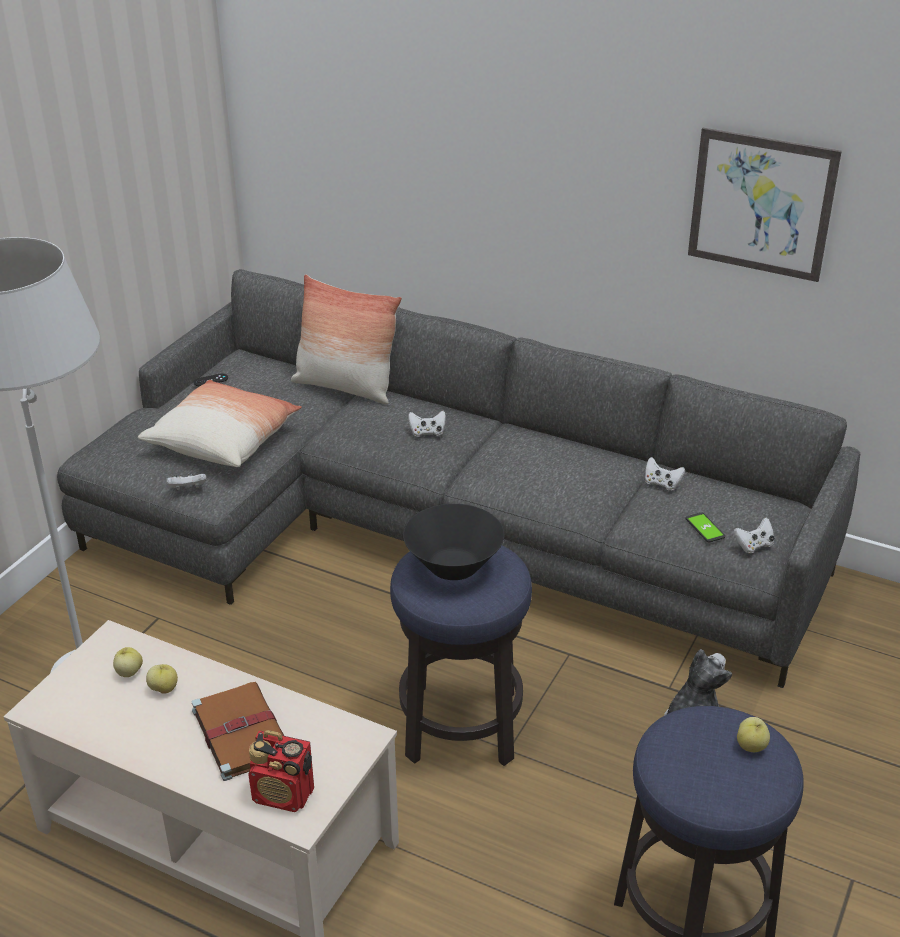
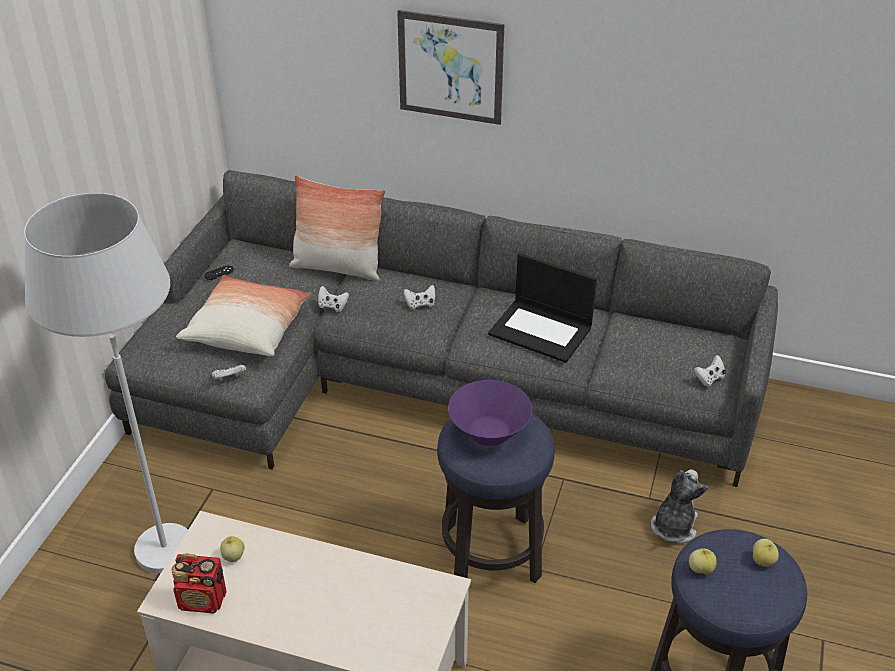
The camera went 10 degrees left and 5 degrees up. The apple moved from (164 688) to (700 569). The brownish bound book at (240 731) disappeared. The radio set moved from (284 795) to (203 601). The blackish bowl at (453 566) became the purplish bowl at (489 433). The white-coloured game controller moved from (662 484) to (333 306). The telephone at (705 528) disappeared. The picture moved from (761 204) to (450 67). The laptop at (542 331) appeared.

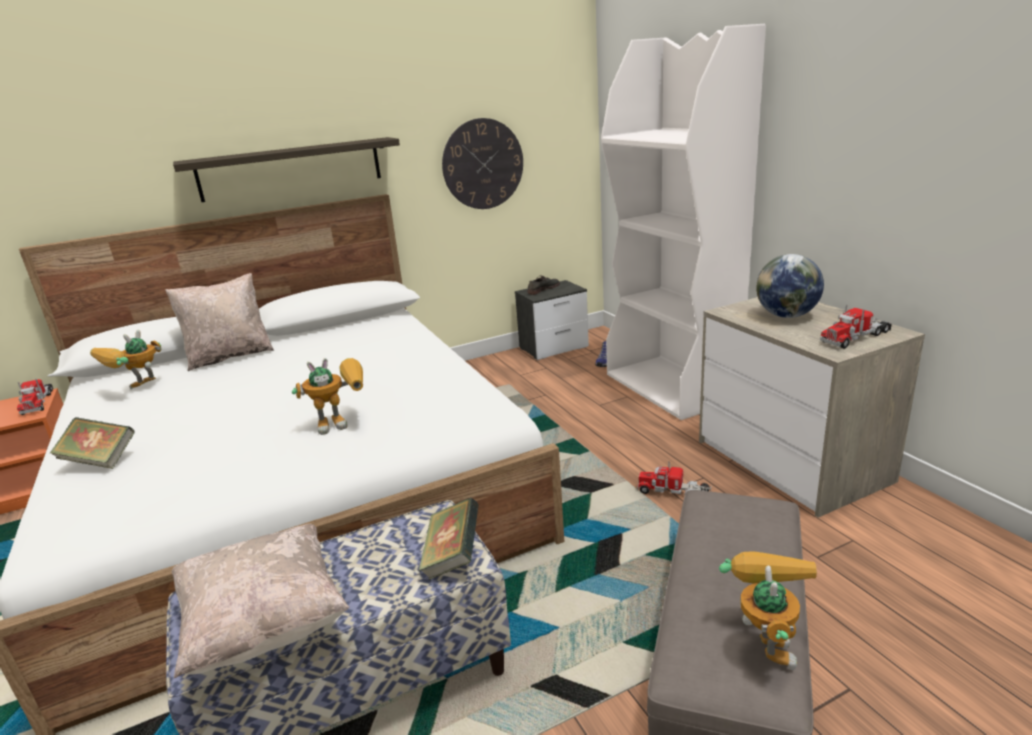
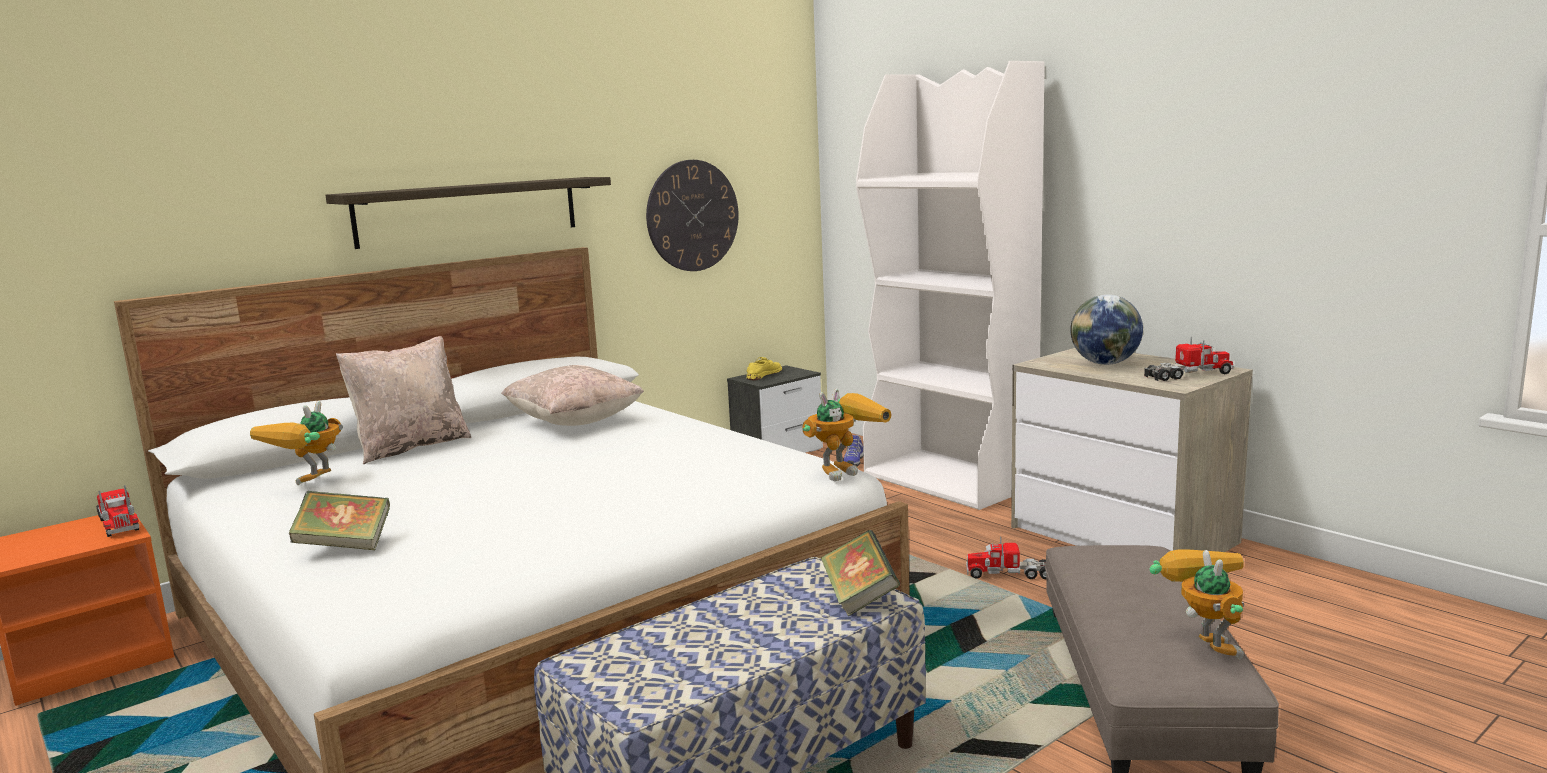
The camera went 15 degrees left and 10 degrees down. The sand-coloured throw pillow moved from (265 624) to (574 422). The model robot moved from (343 422) to (845 470). The gray shoe at (543 289) became the yellow shoe at (764 374). The toy lorry at (855 337) turned 150 degrees counterclockwise.

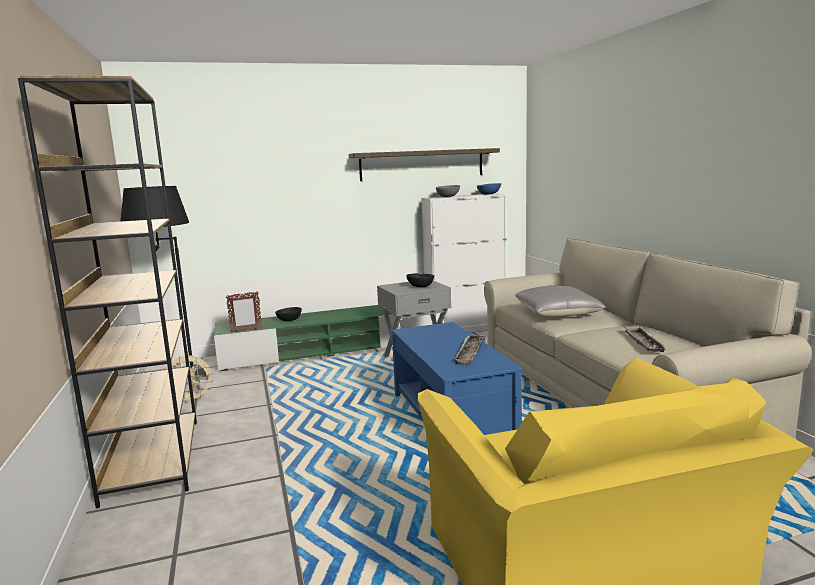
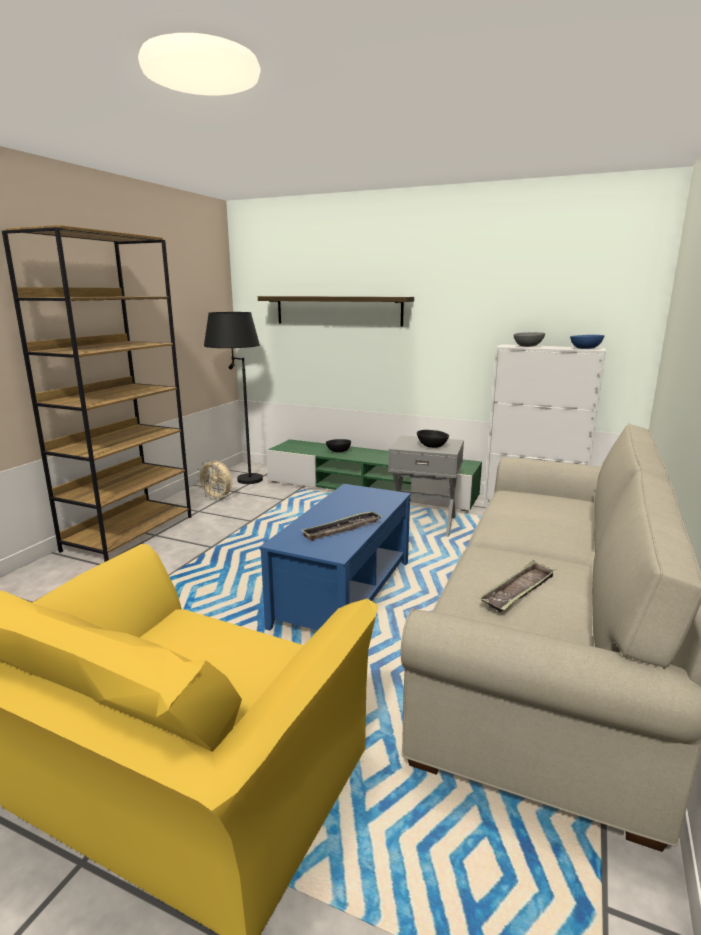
The camera went 40 degrees right and 5 degrees up. The photo frame at (246 330) disappeared. The bracket shelf moved from (422 164) to (338 310). The gray throw pillow at (557 312) disappeared.

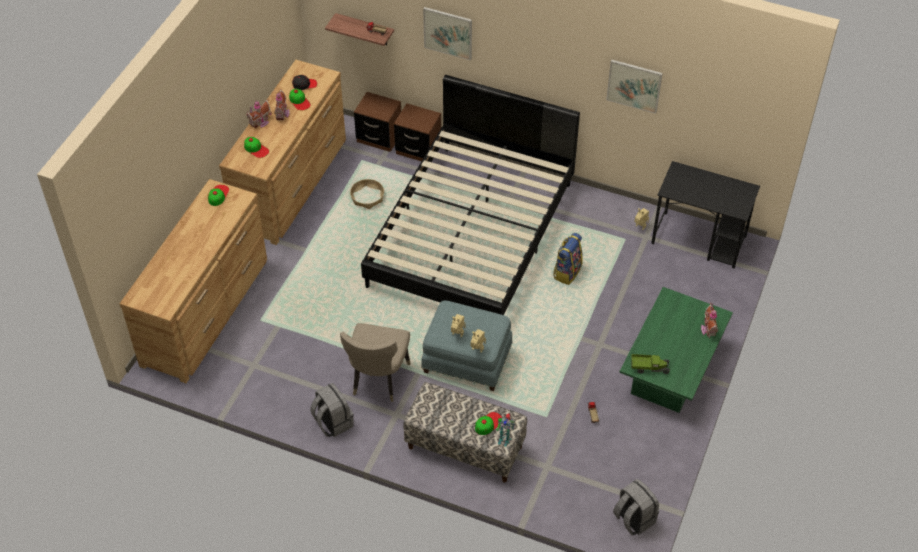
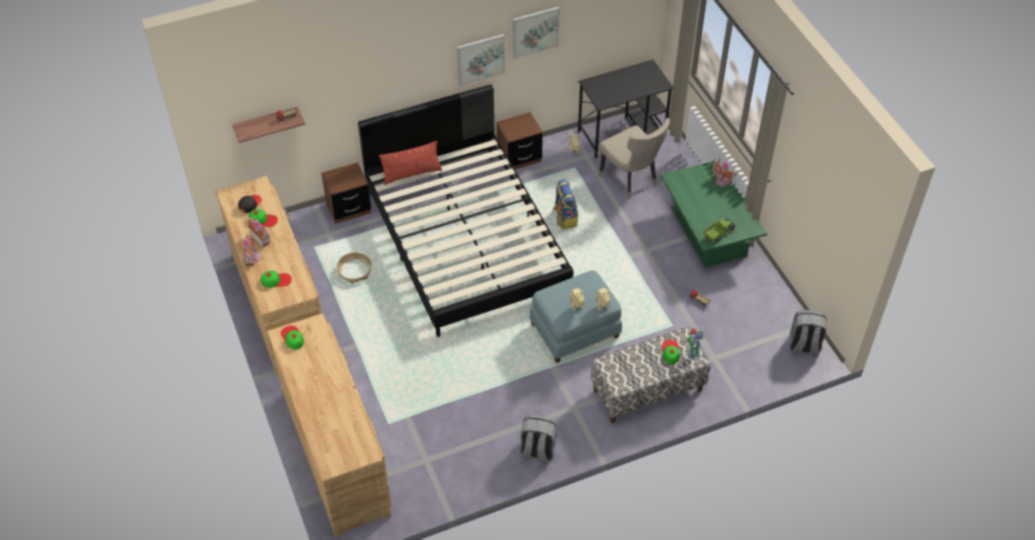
The camera went 45 degrees left and 0 degrees up. The sand-coloured chair moved from (377 380) to (631 179). The brownish night table moved from (379 137) to (519 157). The picture moved from (448 33) to (480 59). The throw pillow at (412 174) appeared.

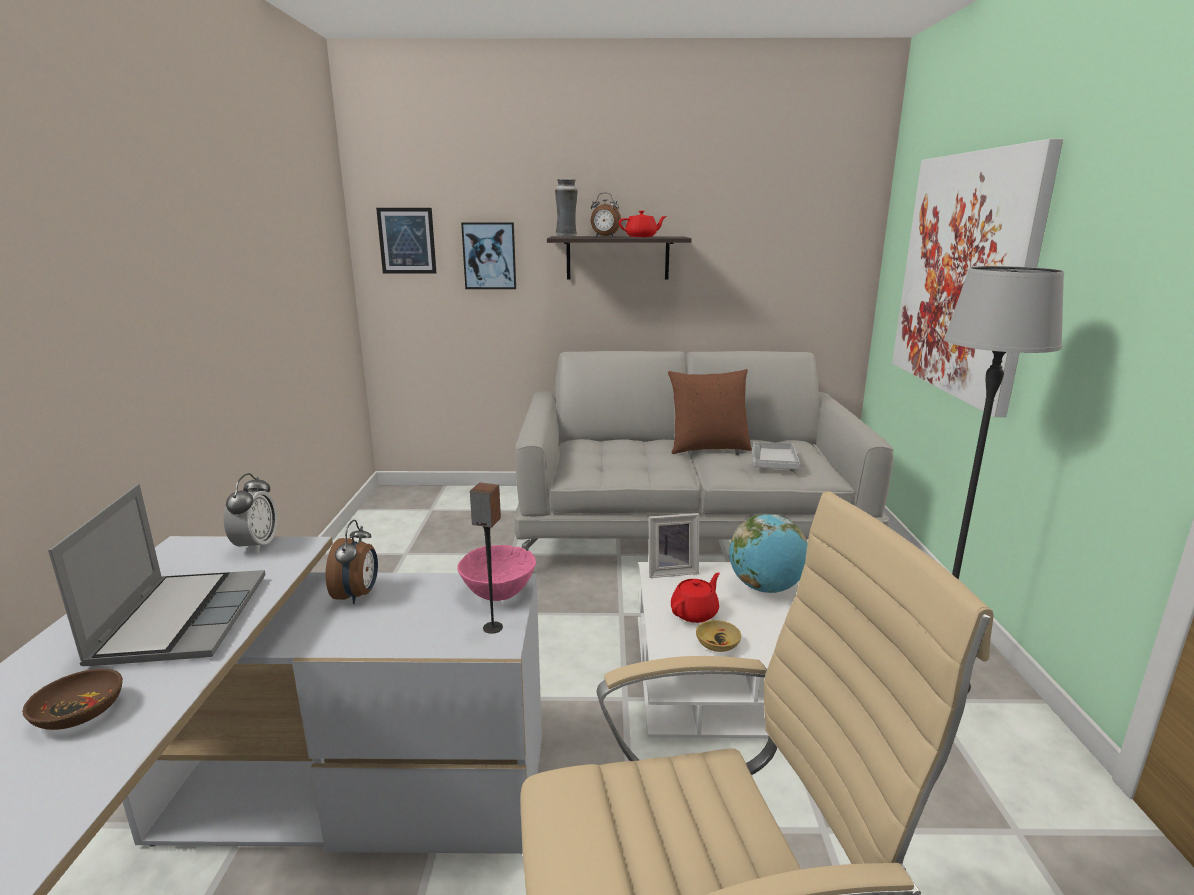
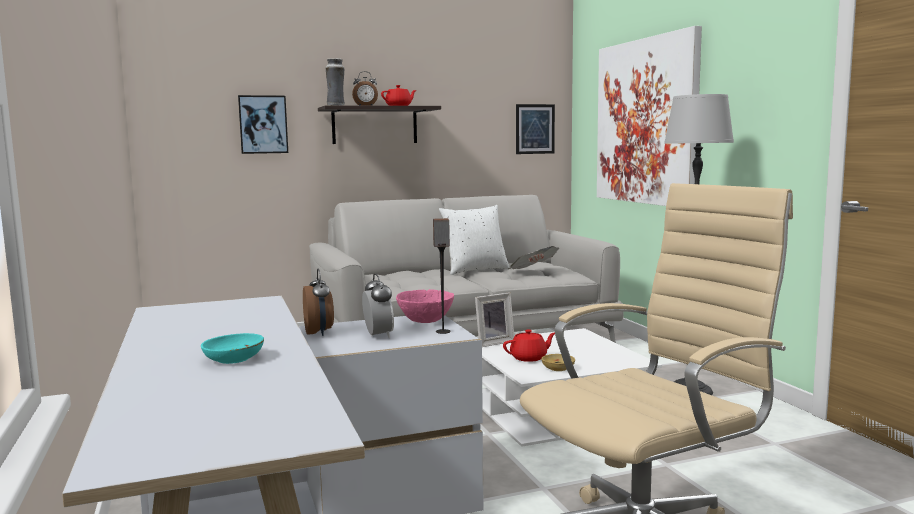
The camera went 20 degrees left and 10 degrees down. The brownish bowl at (79 714) became the turquoise-coloured bowl at (234 359). The laptop at (181 618) disappeared. The table clock moved from (256 546) to (378 335). The picture moved from (407 240) to (535 129). The brownish throw pillow at (708 448) became the white-coloured throw pillow at (475 270). The red teapot at (695 613) turned 45 degrees clockwise. The world globe at (765 588) disappeared. The gray carrying tray at (773 464) was replaced by the printed paper at (533 272).

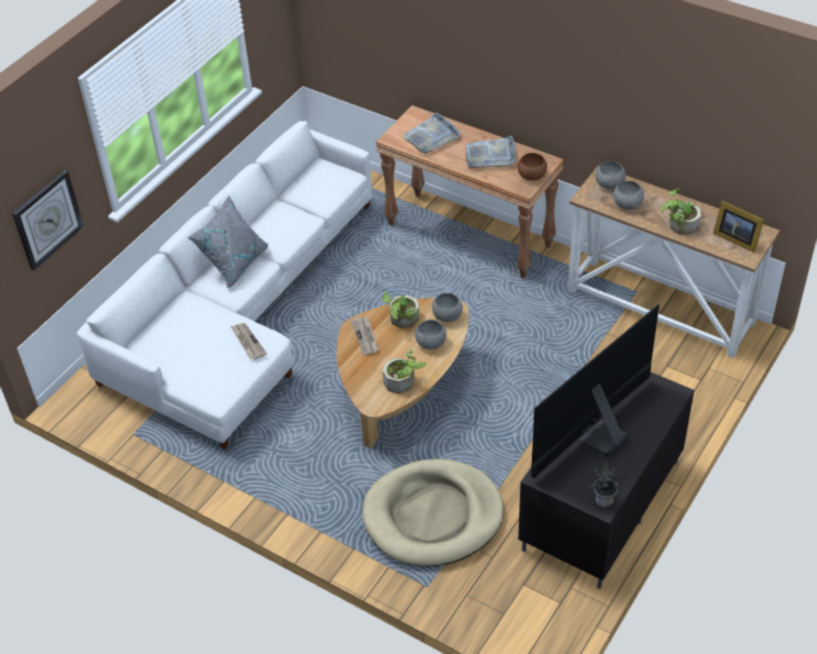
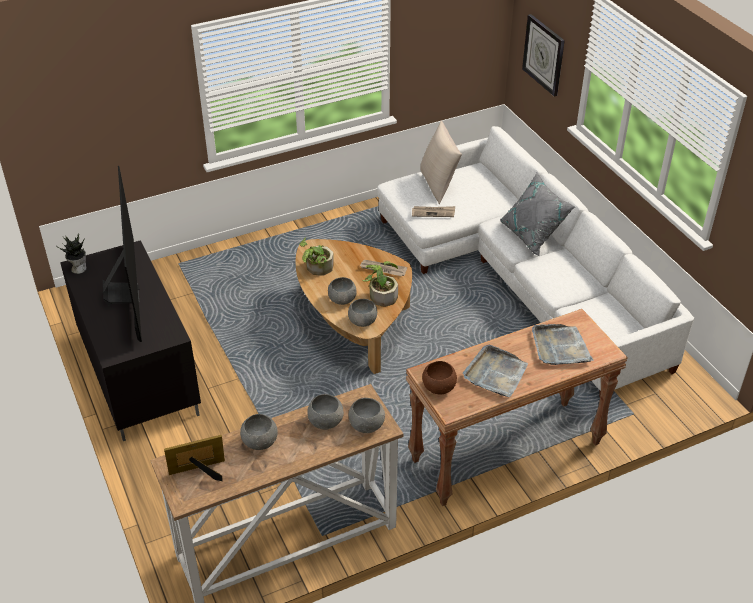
The camera went 120 degrees right and 5 degrees down. The sand-coloured pet bed at (433 516) disappeared. The plant in a pot at (679 225) was replaced by the gray bowl at (260 441). The sand-coloured throw pillow at (438 185) appeared.

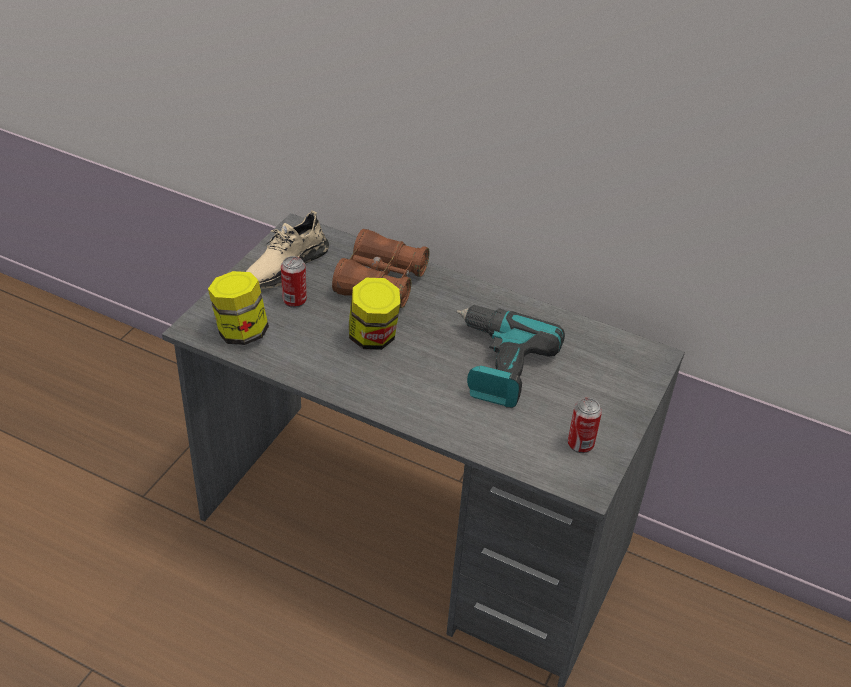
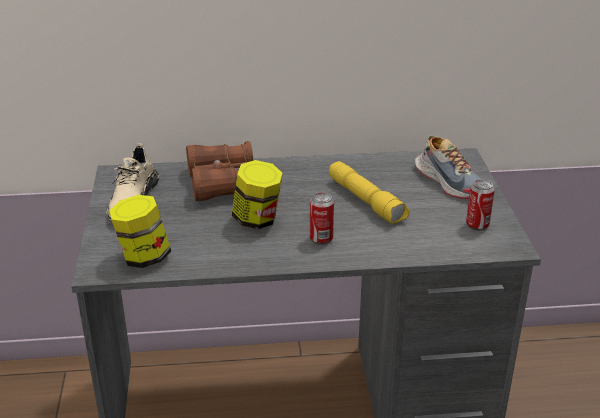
The camera went 30 degrees left and 10 degrees down. The metal can moved from (294 301) to (321 238). The power drill at (497 365) was replaced by the yellow hand torch at (367 201). The shoe at (450 182) appeared.

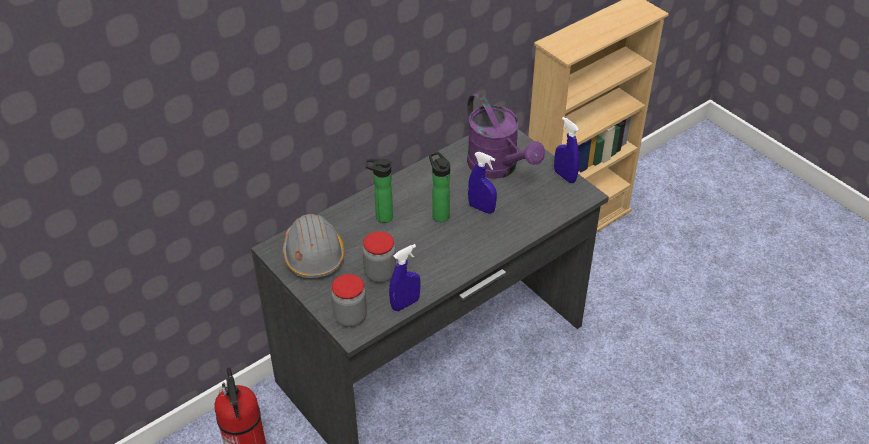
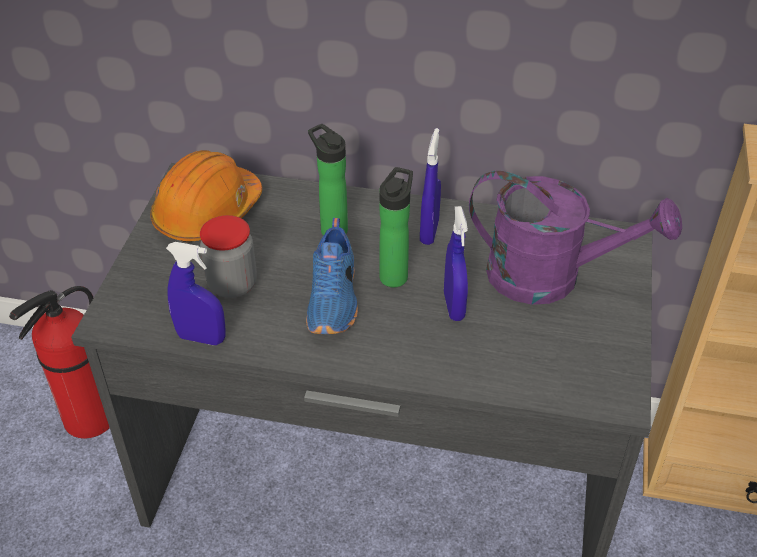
The camera went 50 degrees right and 0 degrees up. The gray work helmet at (313 255) became the orange work helmet at (208 213). The jar at (350 317) disappeared. The purplish watering pot at (498 168) turned 90 degrees counterclockwise. The blue-coloured sprayer moved from (564 176) to (429 232). The blue-coloured shoe at (334 298) appeared.

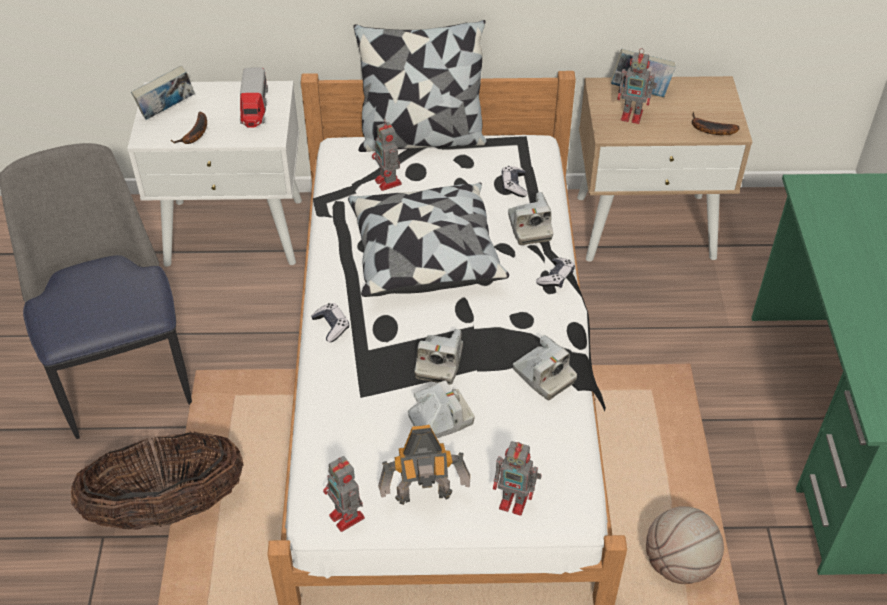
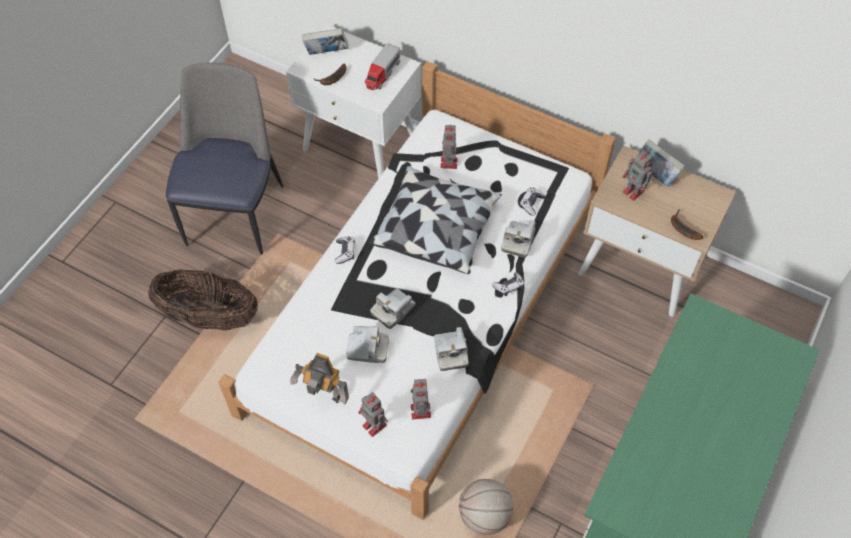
The camera went 30 degrees right and 10 degrees up. The model robot moved from (347 518) to (420 412). The throw pillow at (422 137) disappeared.

